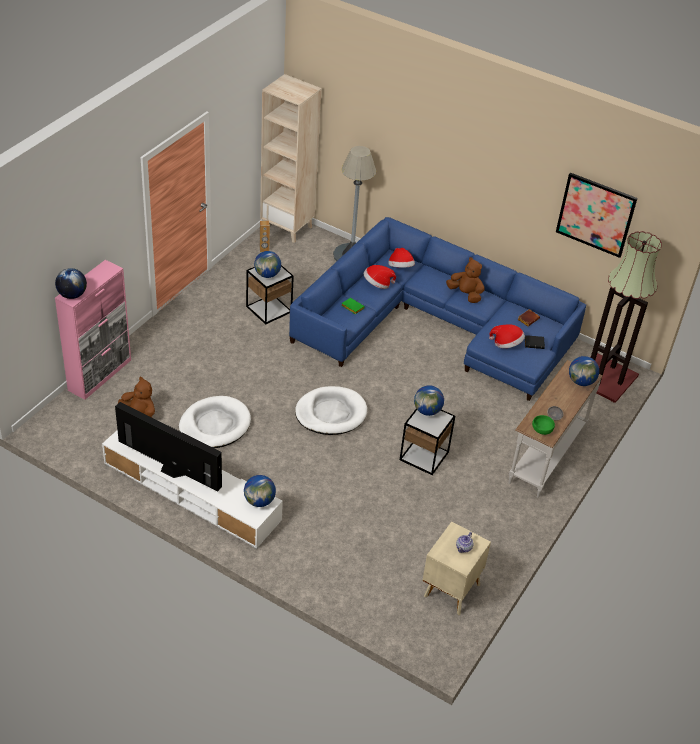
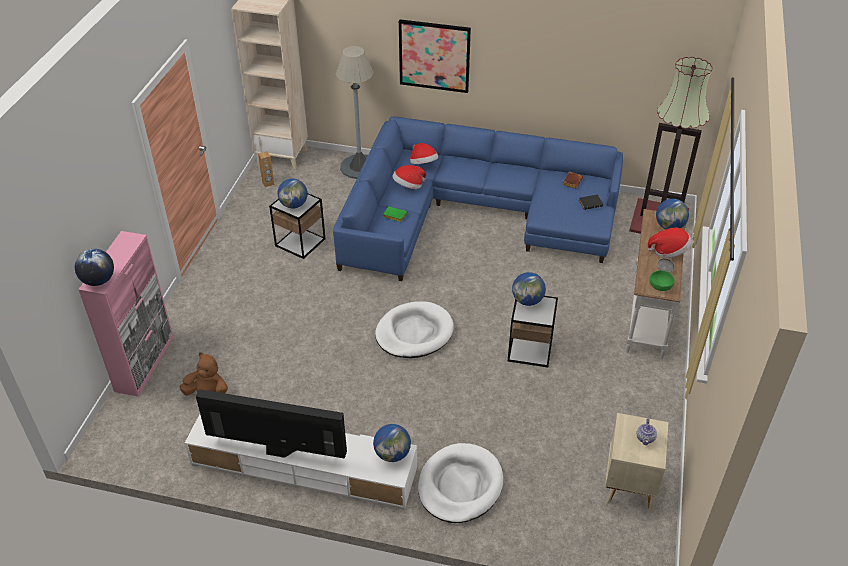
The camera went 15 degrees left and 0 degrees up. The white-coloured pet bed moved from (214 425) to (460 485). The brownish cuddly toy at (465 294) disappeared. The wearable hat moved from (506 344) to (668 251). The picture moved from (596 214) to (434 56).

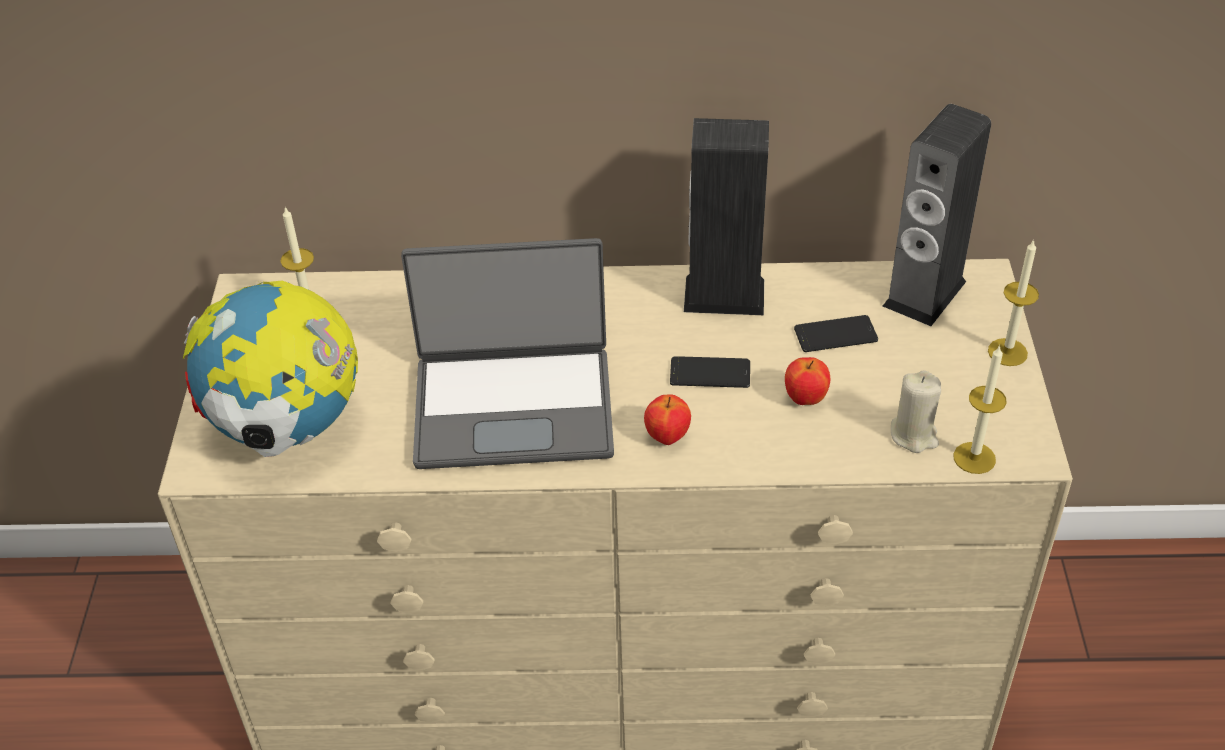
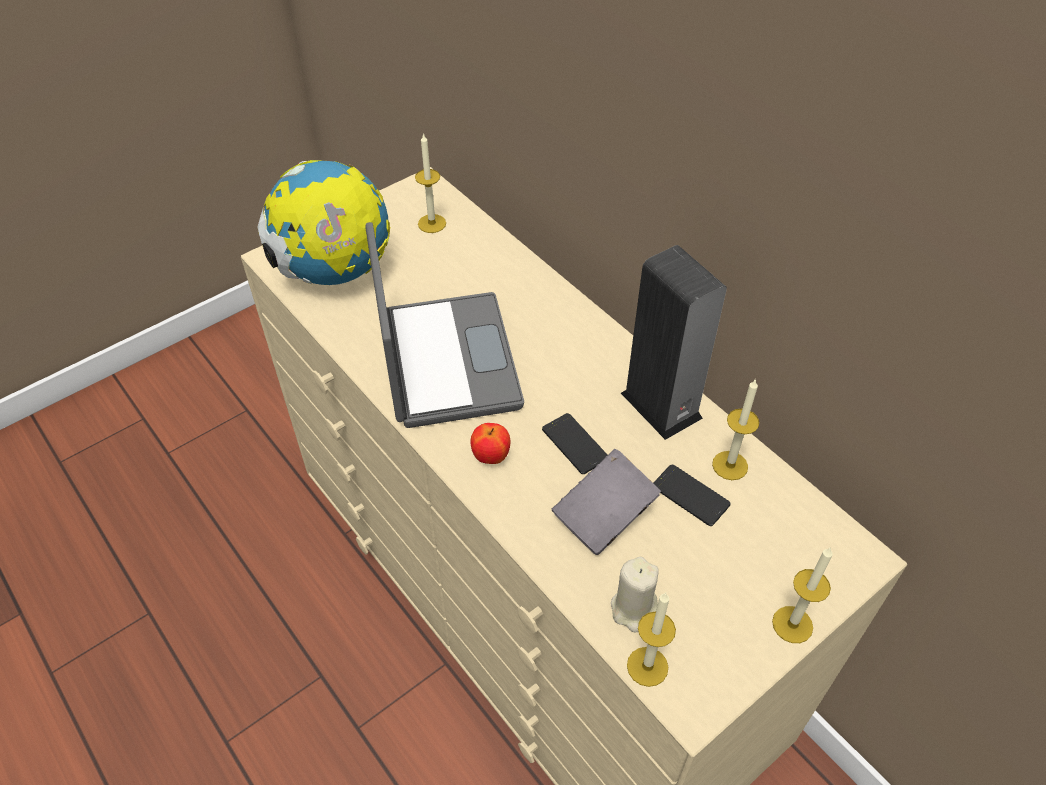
The camera went 50 degrees right and 5 degrees up. The laptop at (514 406) turned 150 degrees counterclockwise. The apple at (805 399) was replaced by the gray bound book at (604 515). The audio speaker at (924 293) disappeared. The wax candle at (730 465) appeared.

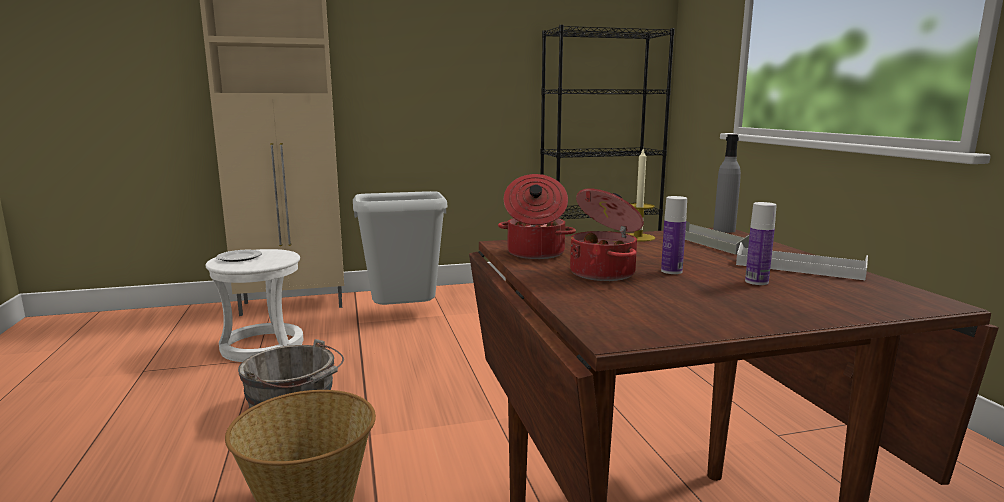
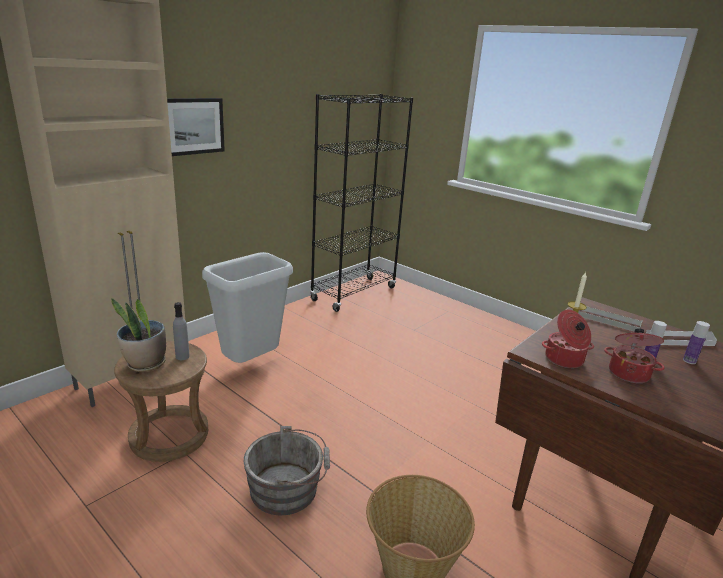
The camera went 35 degrees left and 10 degrees up. The white-coloured stool at (263 346) became the brownish stool at (169 435). The flat dish at (240 258) was replaced by the plant in a pot at (145 364). The gray beverage bottle moved from (724 230) to (182 356). The picture at (193 126) appeared.

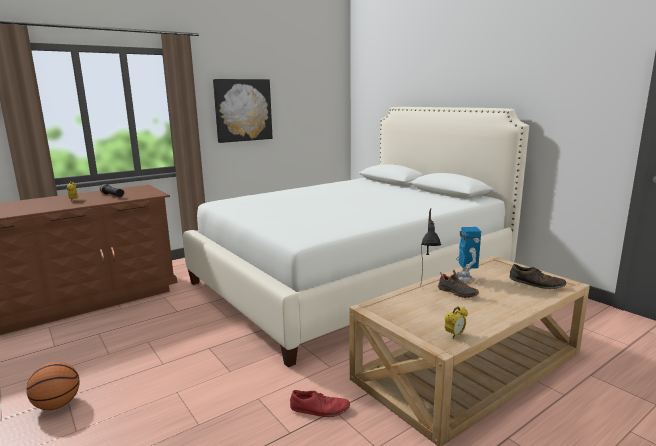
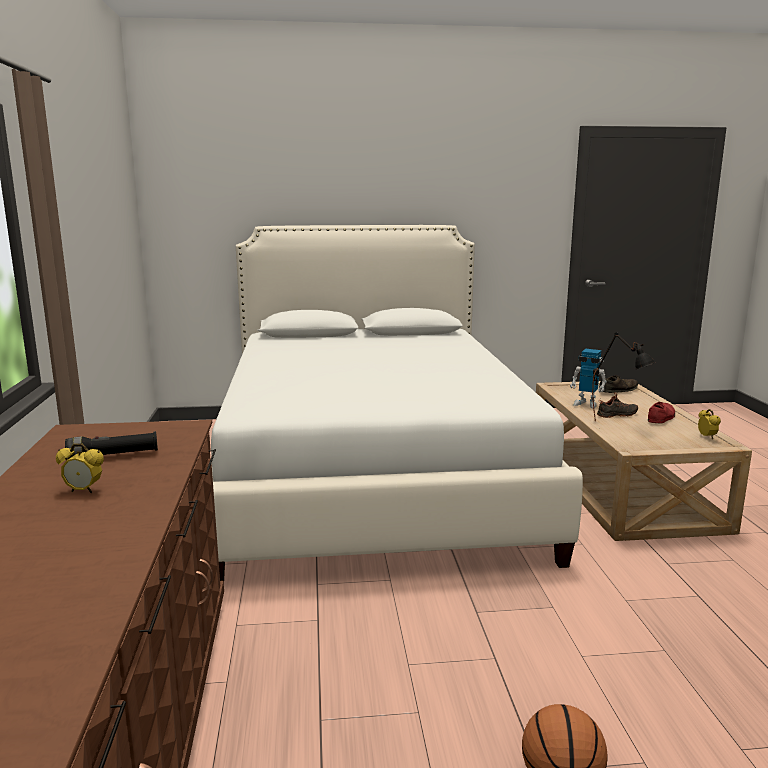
The camera went 60 degrees left and 0 degrees up. The picture at (243 110) disappeared. The red shoe moved from (320 409) to (660 417).

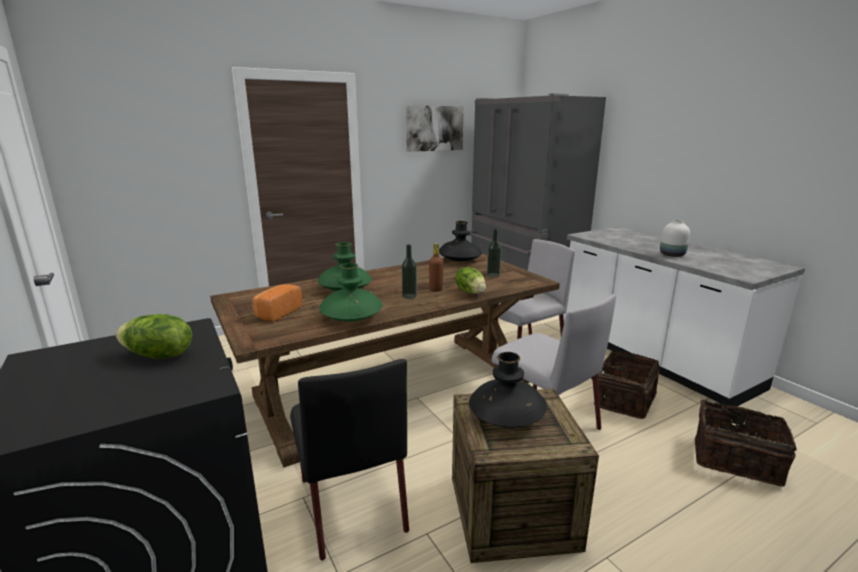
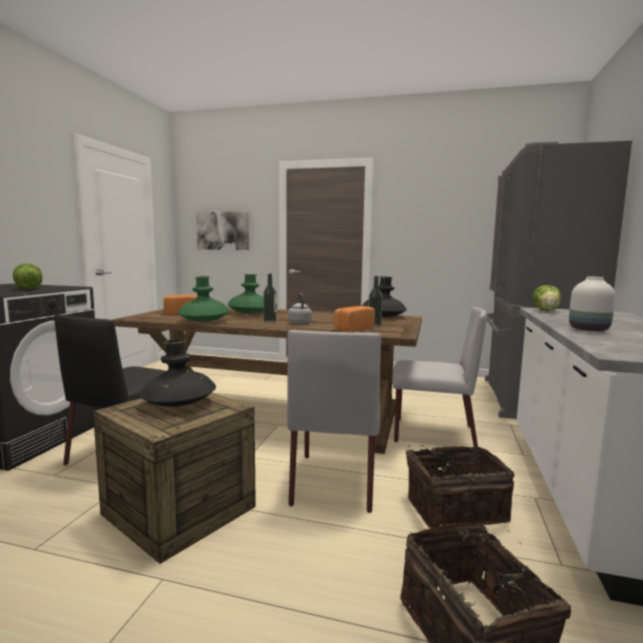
The camera went 45 degrees right and 10 degrees down. The picture moved from (434 128) to (223 231). The brownish beverage bottle at (436 289) was replaced by the gray tea kettle at (299 322). The lettuce head moved from (471 292) to (546 310). The baked bread at (352 329) appeared.

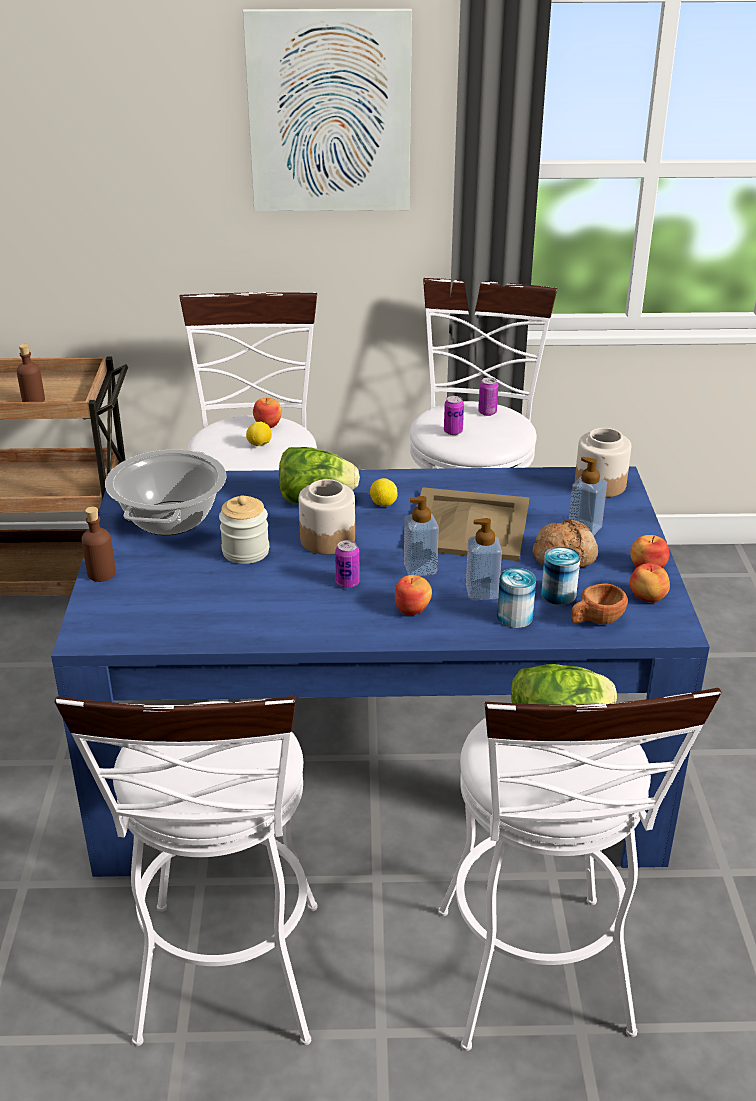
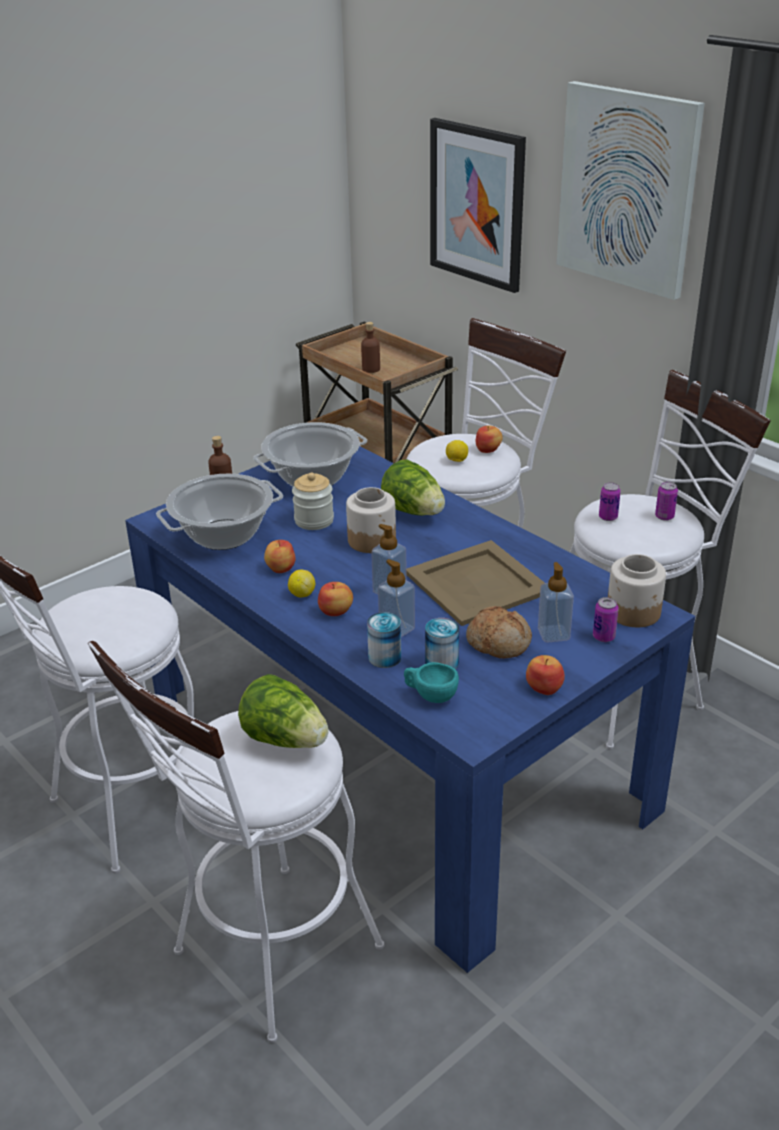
The camera went 50 degrees right and 0 degrees up. The metal can moved from (347 583) to (603 637). The lemon moved from (383 504) to (302 594). The brownish cup at (595 621) became the turquoise-coloured cup at (430 695). The apple moved from (647 597) to (280 568). The cooking pot at (223 535) appeared. The picture at (477 204) appeared.

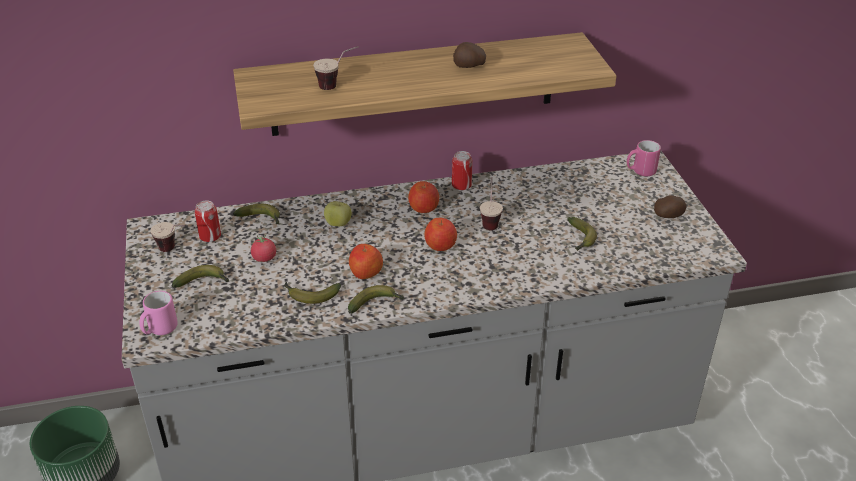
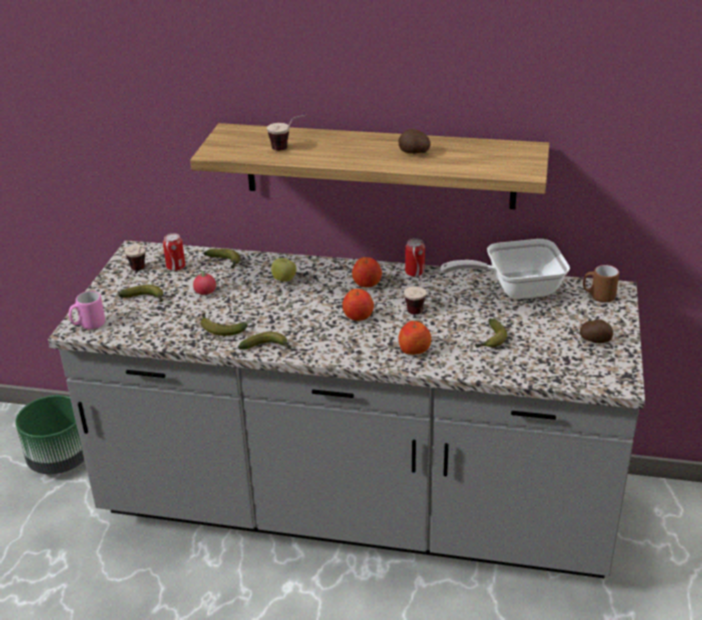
The camera went 25 degrees right and 5 degrees down. The apple moved from (366 272) to (414 349). The pinkish mug at (640 171) became the brownish mug at (598 296). The pan at (515 289) appeared.

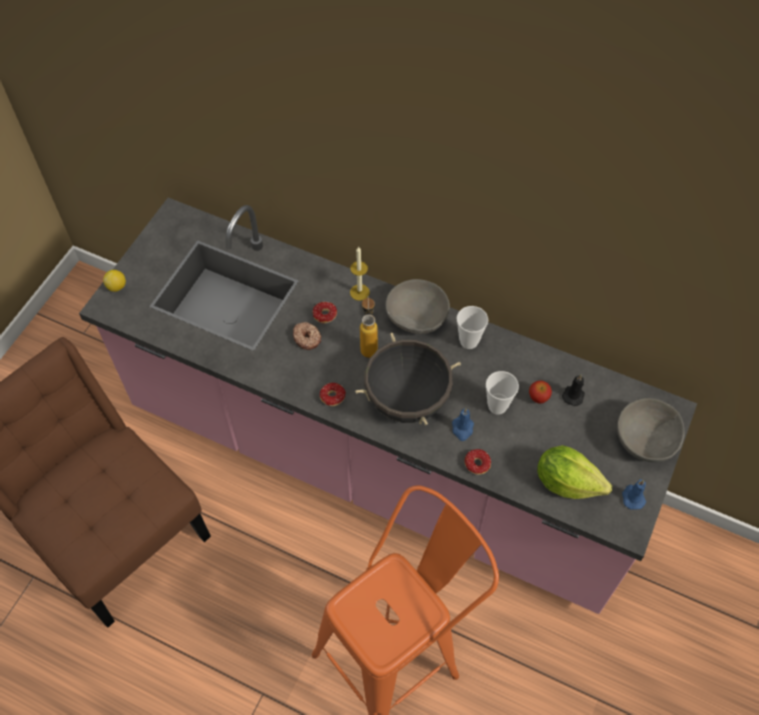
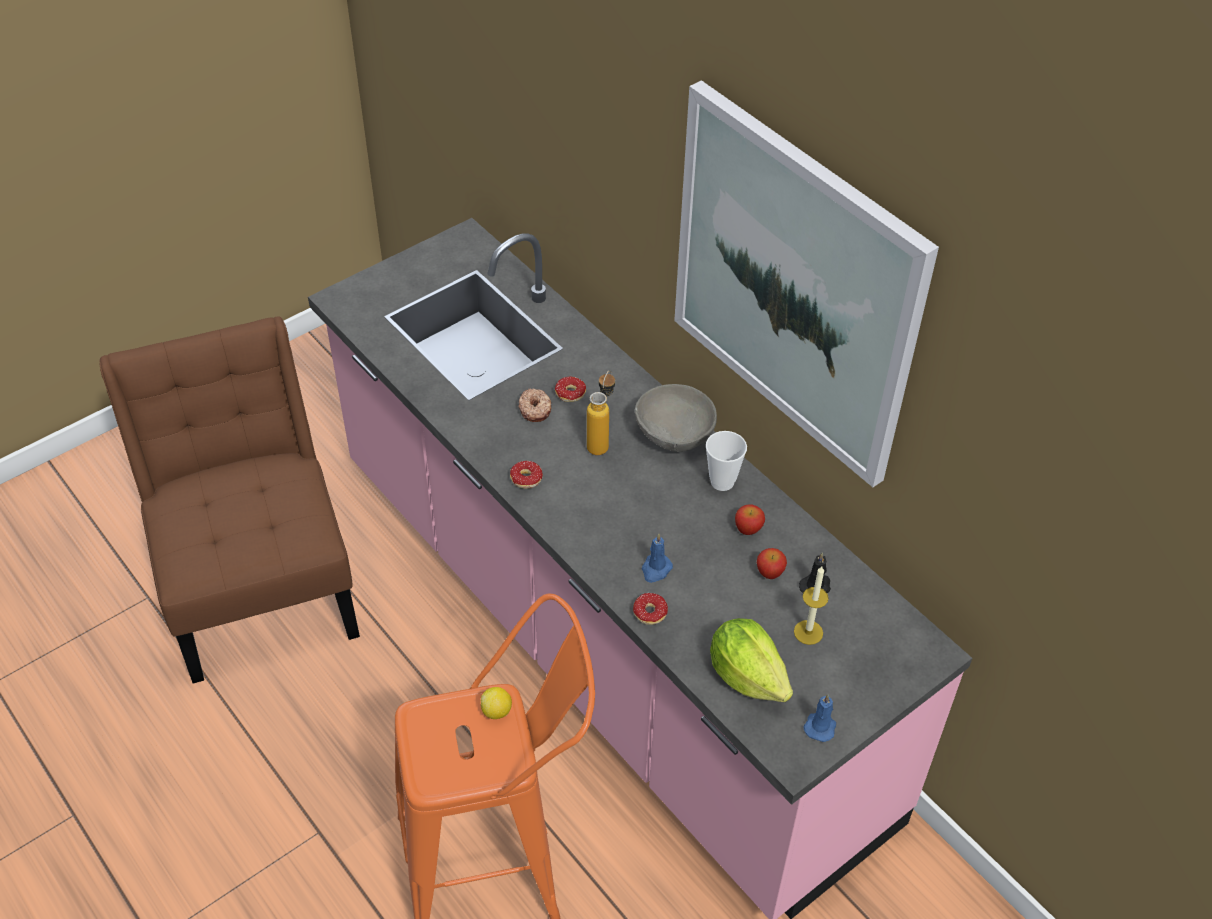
The camera went 25 degrees right and 10 degrees down. The lemon moved from (117 286) to (497 711). The wax candle moved from (359 292) to (808 632). The blackish cooking pot at (407 400) disappeared. The cup at (497 406) disappeared. The gray bowl at (644 440) disappeared. The picture at (794 285) appeared. The apple at (748 528) appeared.

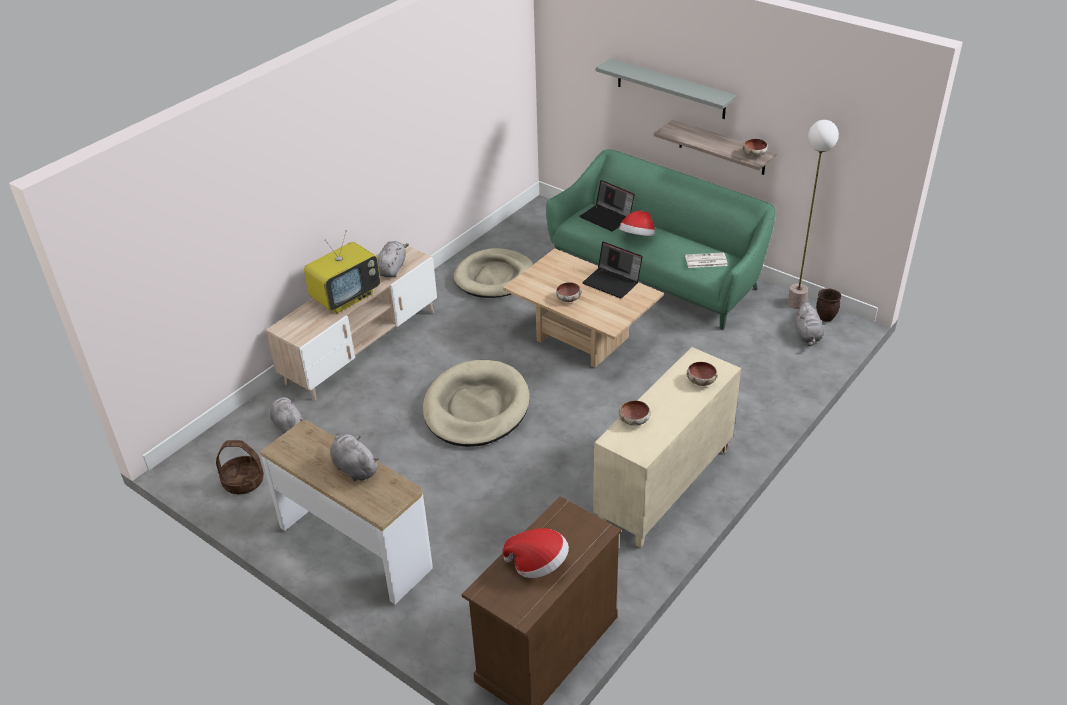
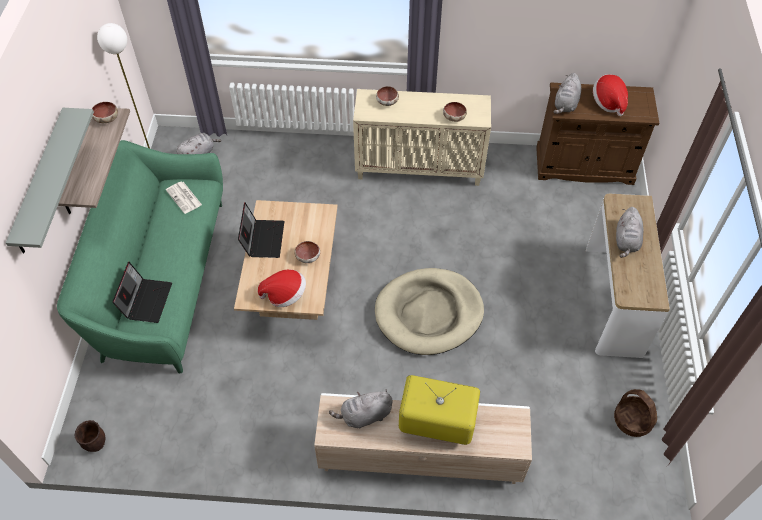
The camera went 125 degrees left and 15 degrees up. The gray cuddly toy moved from (288 425) to (565 104). The sand-coloured pet bed at (494 277) disappeared. The wearable hat moved from (637 237) to (285 295). The brownish plant pot moved from (826 317) to (96 444).

